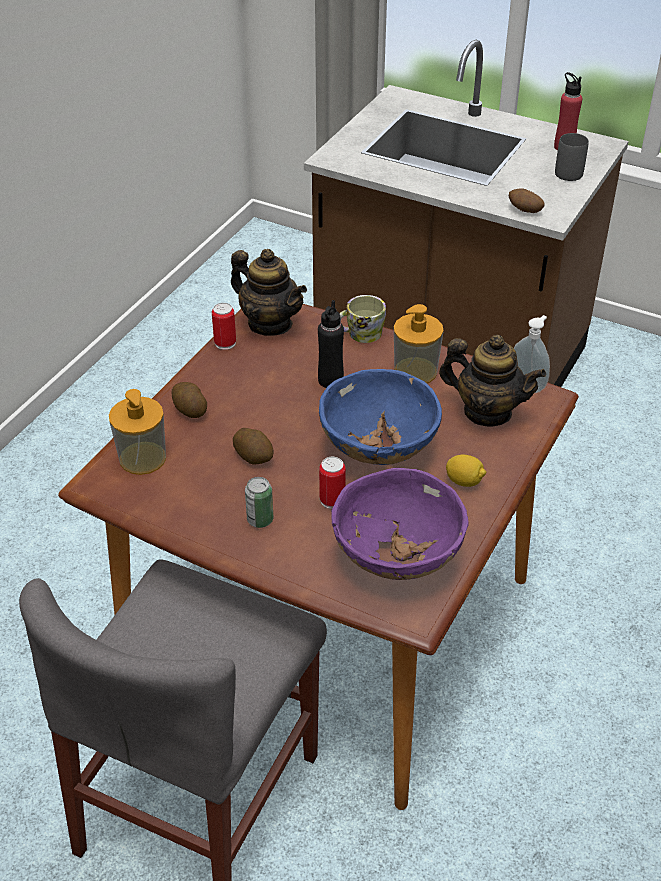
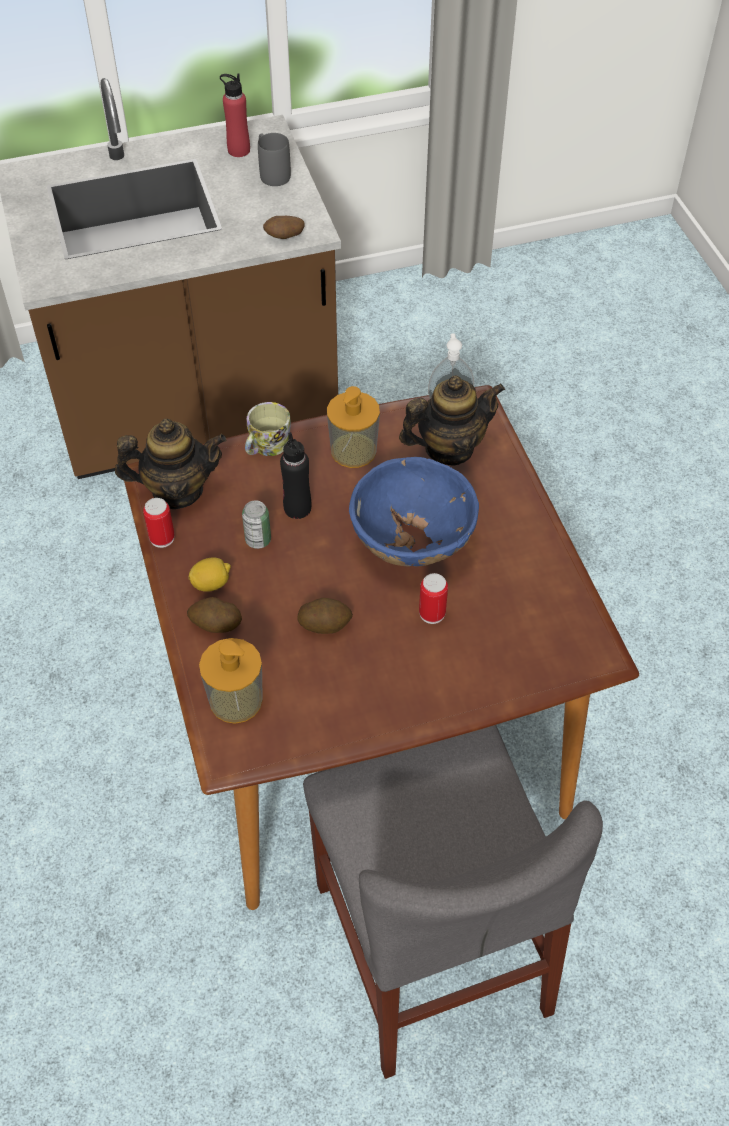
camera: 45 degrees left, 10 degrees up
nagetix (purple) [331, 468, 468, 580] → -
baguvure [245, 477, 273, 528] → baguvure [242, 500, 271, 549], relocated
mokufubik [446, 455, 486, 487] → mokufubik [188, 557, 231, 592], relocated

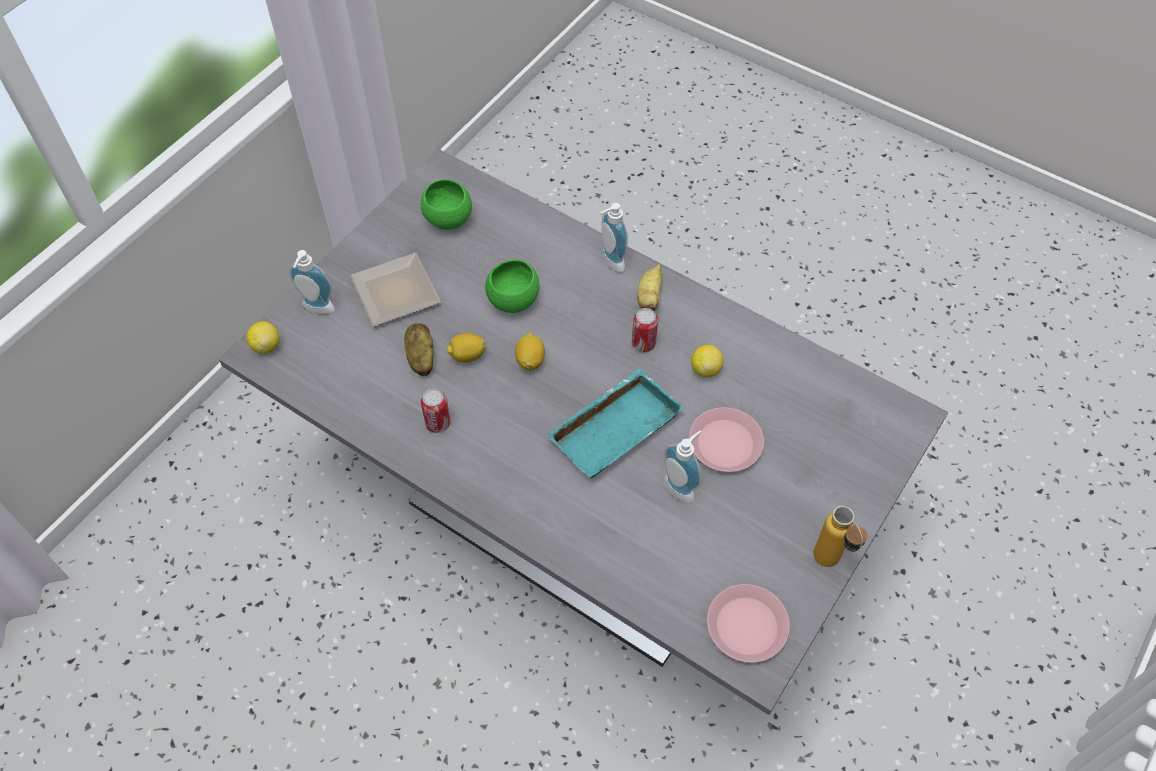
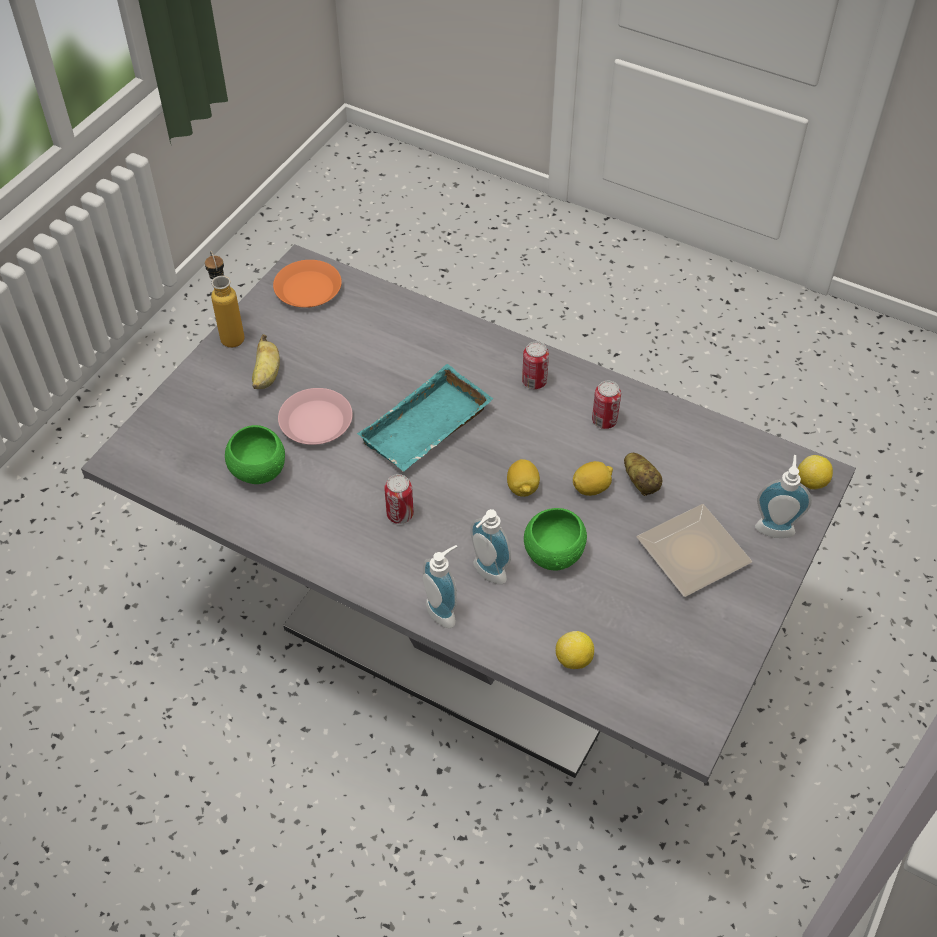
camera: 175 degrees right, 5 degrees down
- → baguvure [522, 342, 549, 389]
nagetix (green) [421, 179, 472, 230] → nagetix (green) [225, 425, 285, 484], relocated
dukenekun [637, 264, 662, 311] → dukenekun [252, 334, 280, 389], relocated
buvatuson [664, 431, 702, 503] → buvatuson [470, 509, 511, 584], relocated
mokufubik [691, 345, 724, 378] → mokufubik [556, 631, 594, 669], relocated
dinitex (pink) [707, 584, 790, 663] → dinitex (orange) [273, 260, 342, 308]

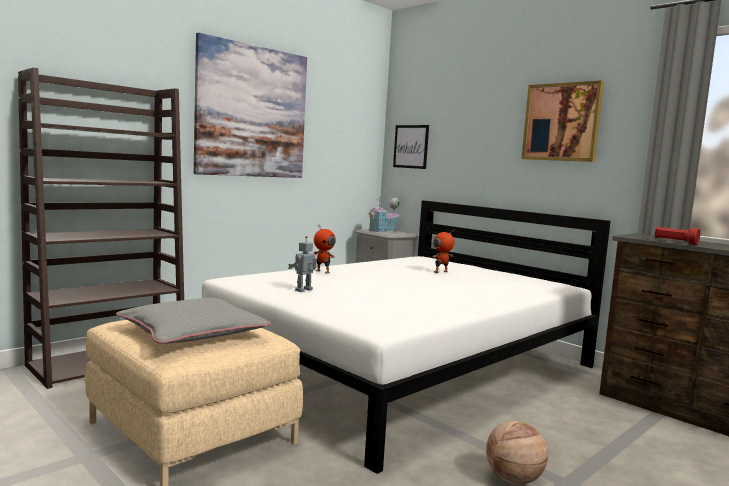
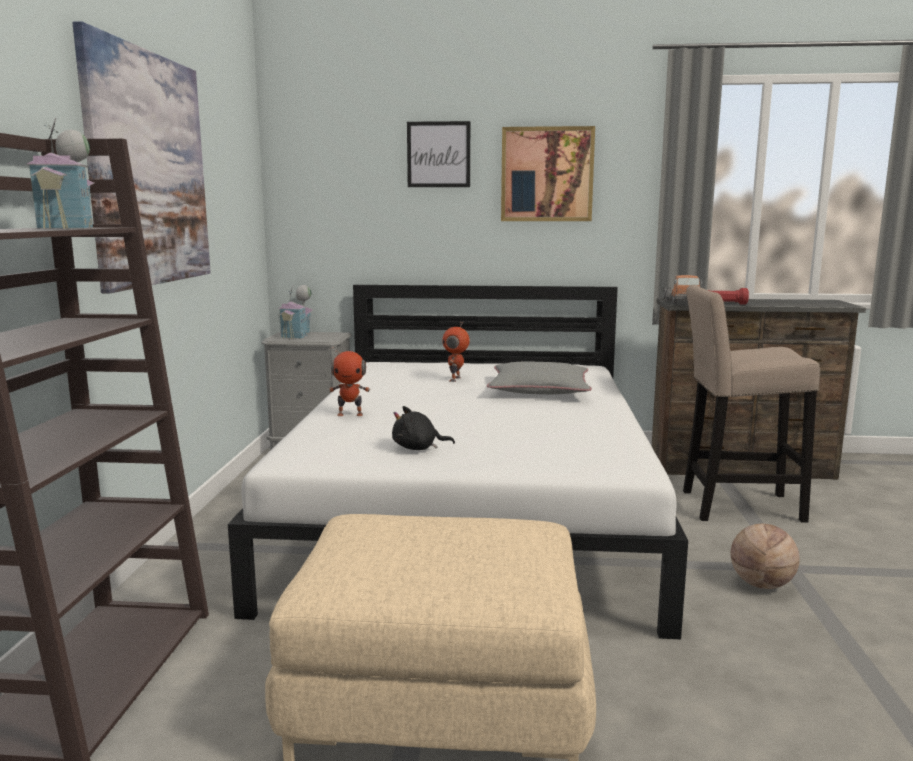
camera: 40 degrees left, 5 degrees up
- → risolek [26, 118, 94, 229]
- → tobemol [663, 275, 702, 304]
- → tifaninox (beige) [683, 285, 820, 522]
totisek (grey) [116, 298, 271, 344] → totisek (grey) [487, 361, 592, 394], relocated
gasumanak [393, 125, 429, 169] → gasumanak [407, 121, 470, 187], relocated
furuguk [288, 236, 317, 292] → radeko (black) [392, 406, 455, 450]

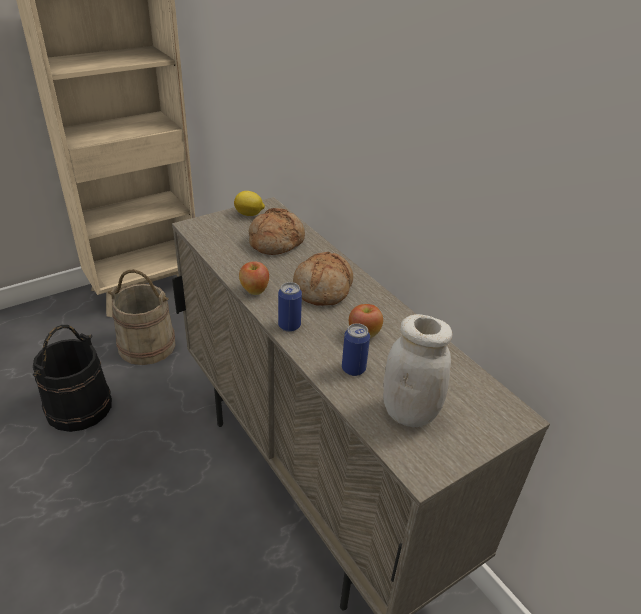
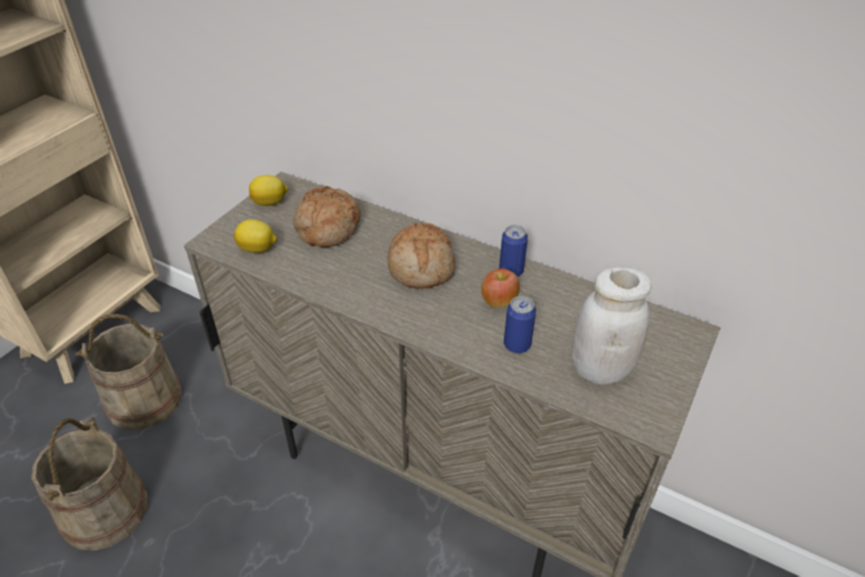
camera: 25 degrees left, 5 degrees up
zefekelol [239, 261, 269, 295] → -
- → mokufubik [234, 219, 277, 253]
baguvure [278, 282, 302, 332] → baguvure [499, 225, 528, 277], relocated
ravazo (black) [32, 325, 112, 432] → ravazo (beige) [31, 417, 148, 551]

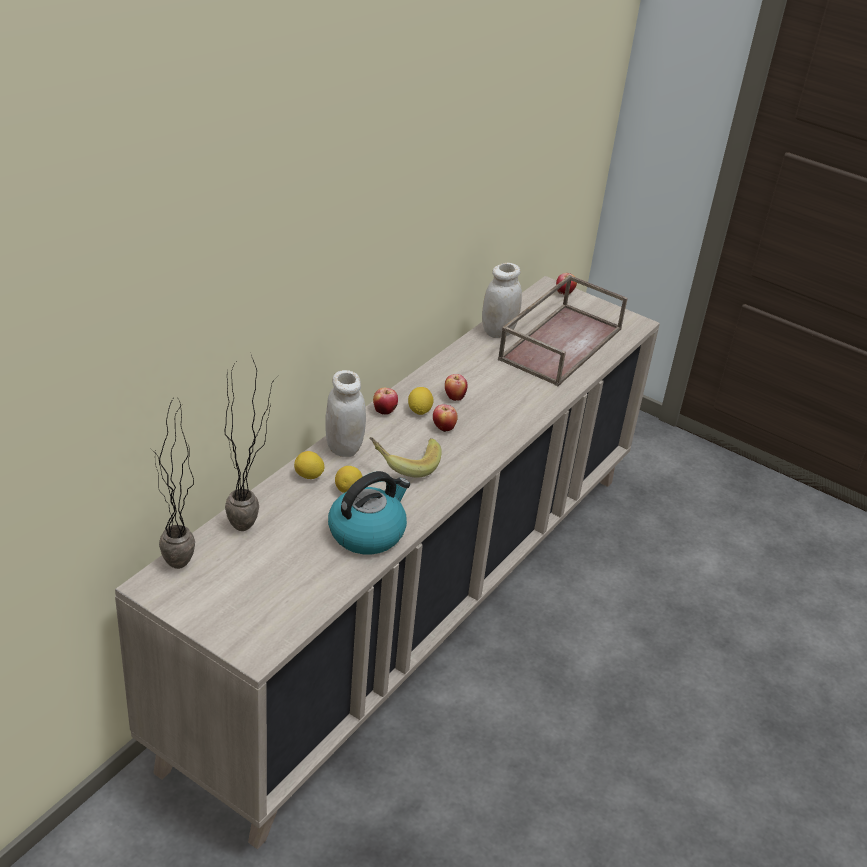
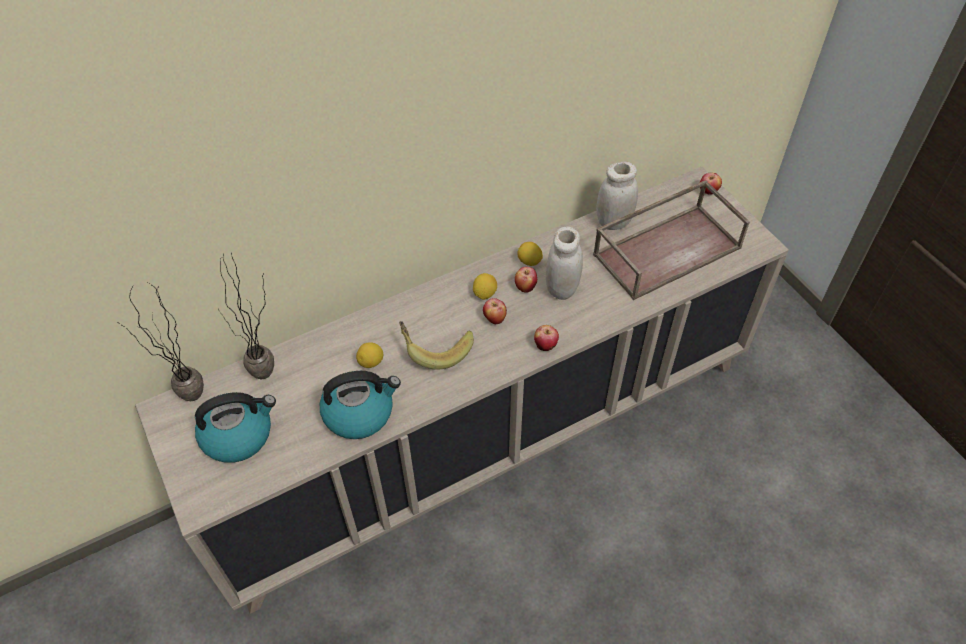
camera: 30 degrees right, 15 degrees up
- → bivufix [195, 392, 276, 463]
mokufubik [294, 451, 325, 479] → mokufubik [518, 242, 543, 266], relocated
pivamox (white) [325, 370, 366, 457] → pivamox (white) [546, 226, 583, 300], relocated
zefekelol [373, 388, 398, 415] → zefekelol [534, 325, 559, 351], relocated

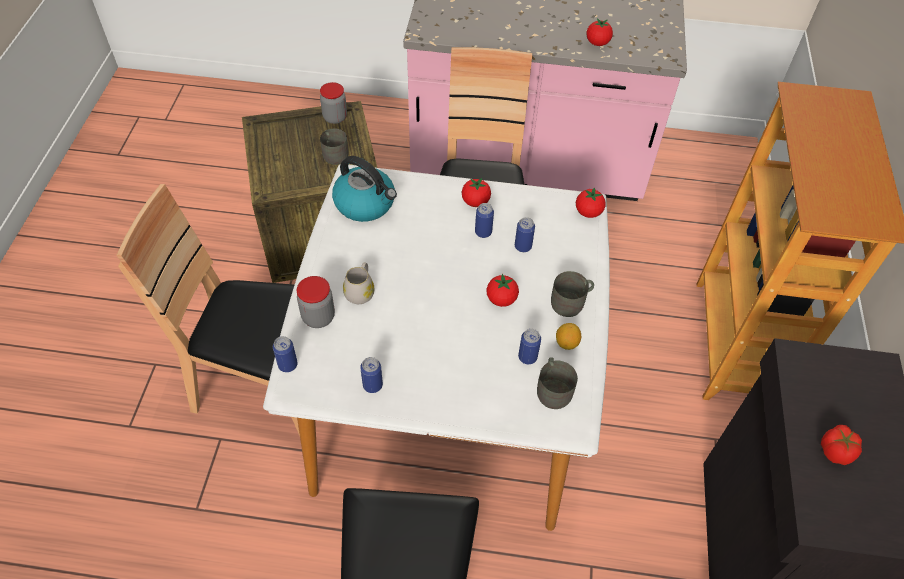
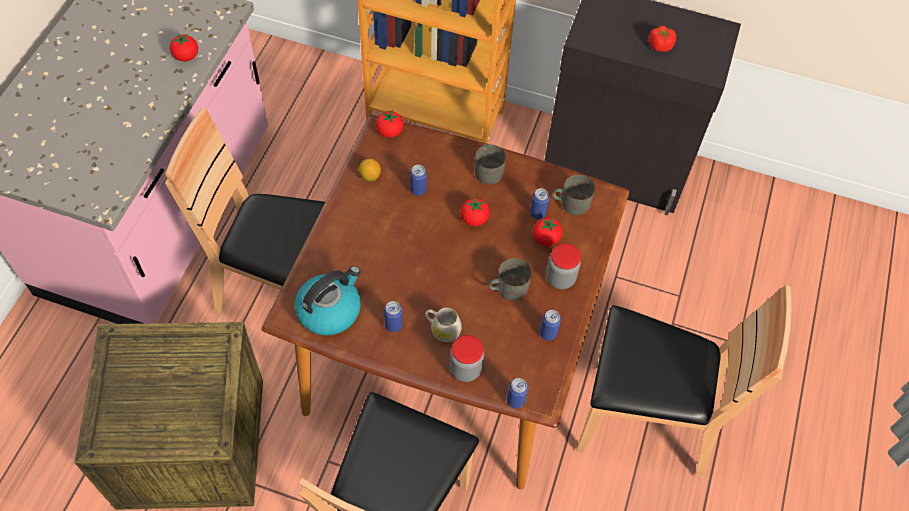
camera: 80 degrees left, 5 degrees up
pivamox [320, 82, 347, 124] → pivamox [546, 243, 581, 289], relocated
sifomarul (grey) [320, 129, 348, 165] → sifomarul (grey) [489, 258, 531, 300], relocated
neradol [462, 178, 491, 207] → neradol [533, 217, 562, 246], relocated
baguvure [475, 203, 494, 238] → baguvure [384, 301, 403, 332], relocated
mokufubik [556, 323, 581, 350] → mokufubik [359, 159, 381, 181], relocated
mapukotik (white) [263, 164, 610, 531] → mapukotik (brown) [262, 115, 629, 490]

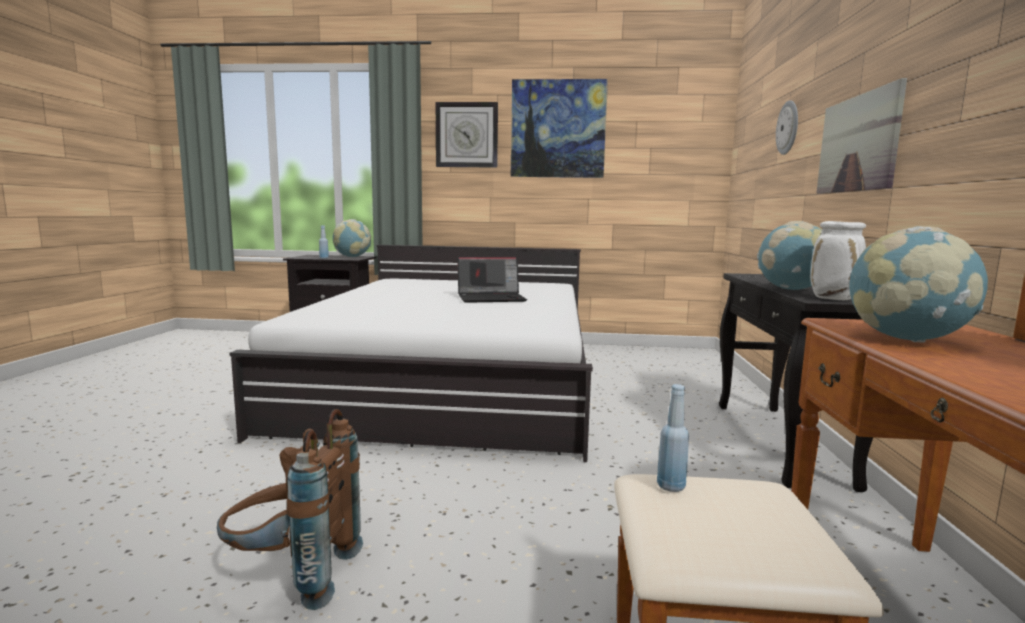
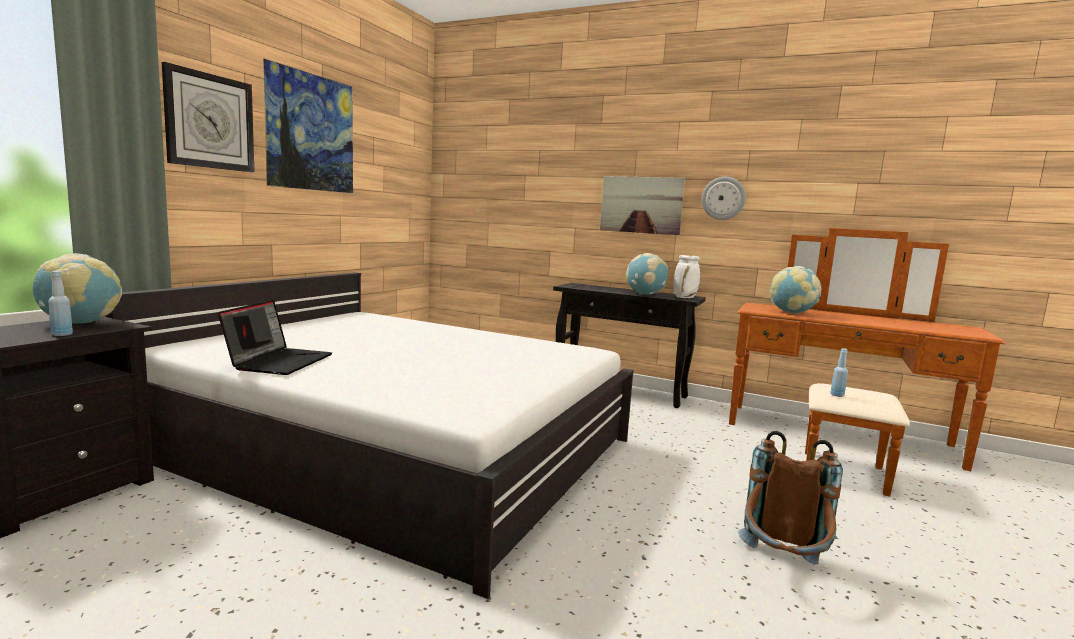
camera: 70 degrees left, 0 degrees up
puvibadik [457, 256, 527, 303] → puvibadik [218, 300, 332, 375], relocated
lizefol [776, 100, 798, 155] → lizefol [702, 177, 746, 220], relocated

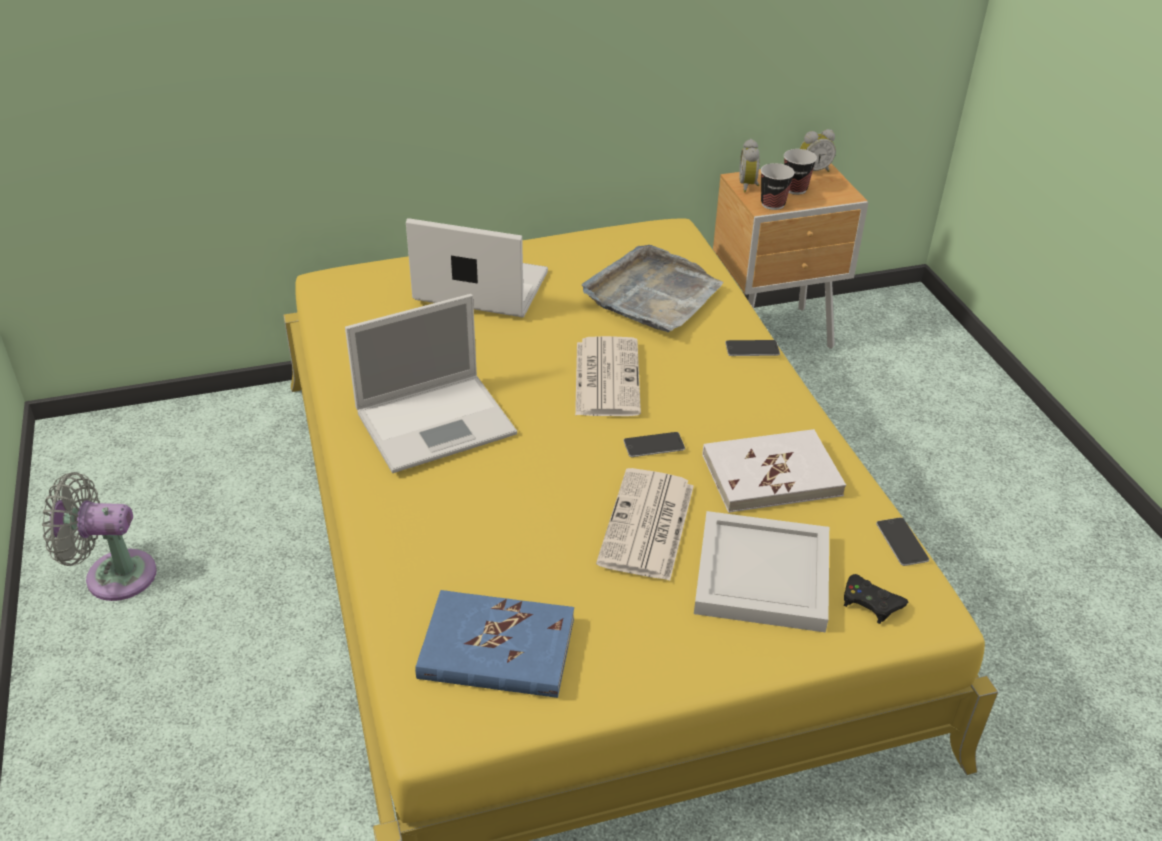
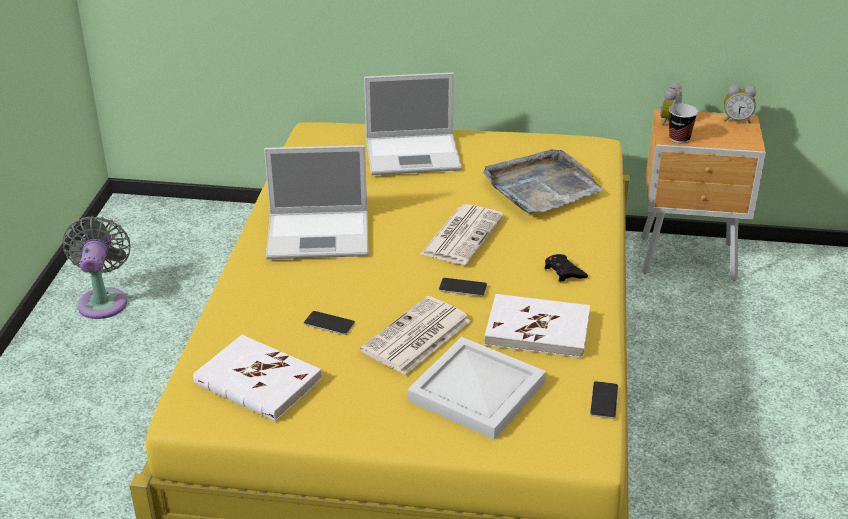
camera: 25 degrees right, 5 degrees down
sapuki [784, 149, 817, 195] → -
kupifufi [725, 340, 780, 356] → kupifufi [303, 311, 355, 335], relocated
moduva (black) [844, 574, 908, 624] → moduva (black) [544, 254, 588, 282], relocated
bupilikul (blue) [415, 590, 574, 698] → bupilikul (white) [193, 335, 322, 422]
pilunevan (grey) [42, 472, 157, 601] → pilunevan (grey) [63, 216, 131, 319], 60 degrees clockwise
puvibadik [406, 218, 548, 317] → puvibadik [364, 72, 462, 175], 135 degrees clockwise

